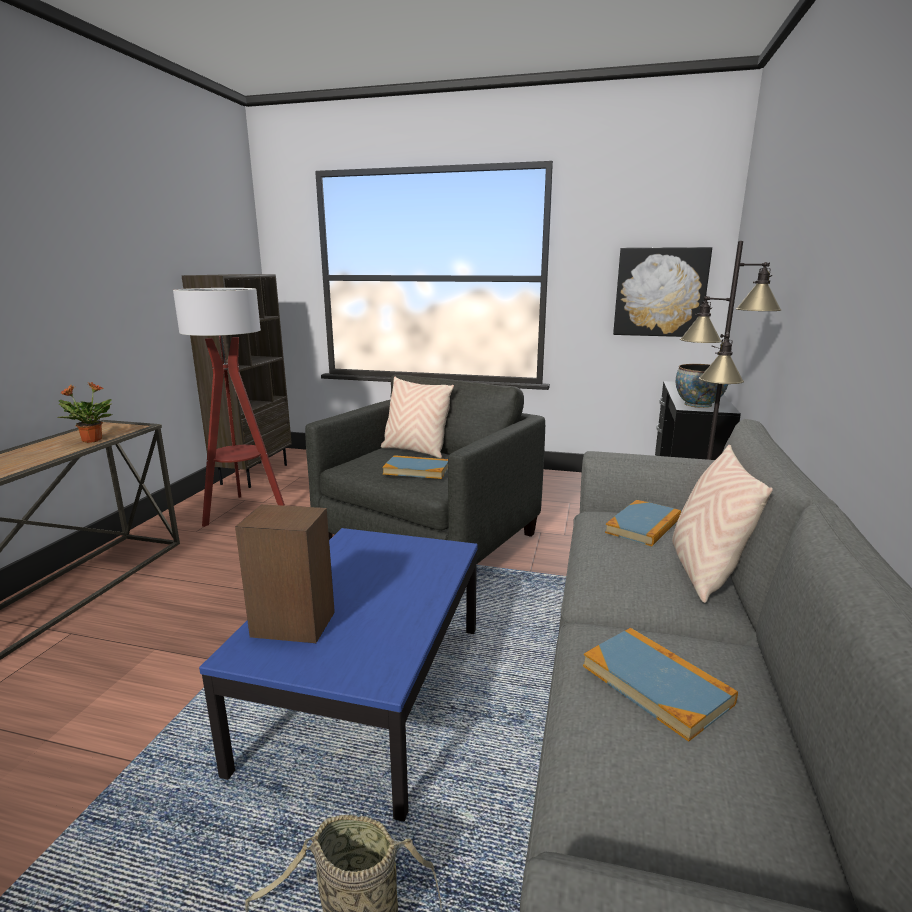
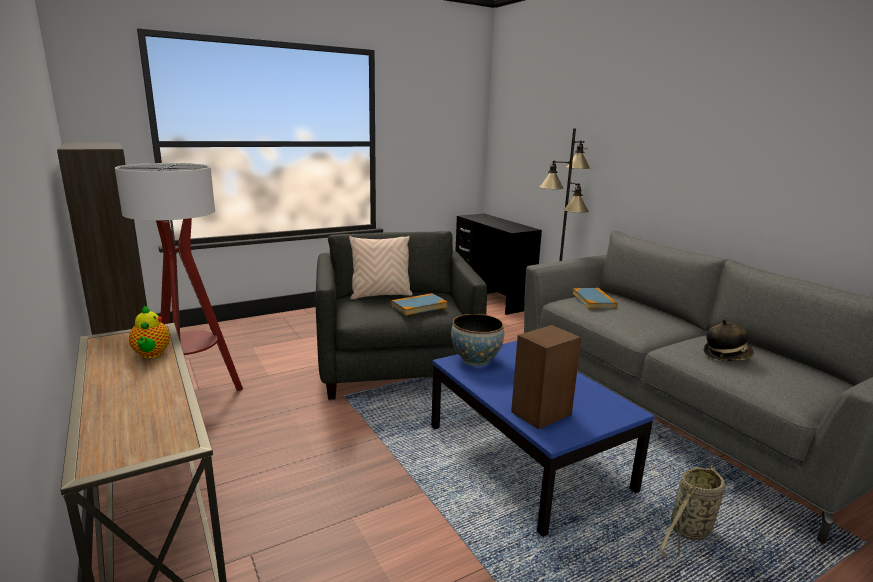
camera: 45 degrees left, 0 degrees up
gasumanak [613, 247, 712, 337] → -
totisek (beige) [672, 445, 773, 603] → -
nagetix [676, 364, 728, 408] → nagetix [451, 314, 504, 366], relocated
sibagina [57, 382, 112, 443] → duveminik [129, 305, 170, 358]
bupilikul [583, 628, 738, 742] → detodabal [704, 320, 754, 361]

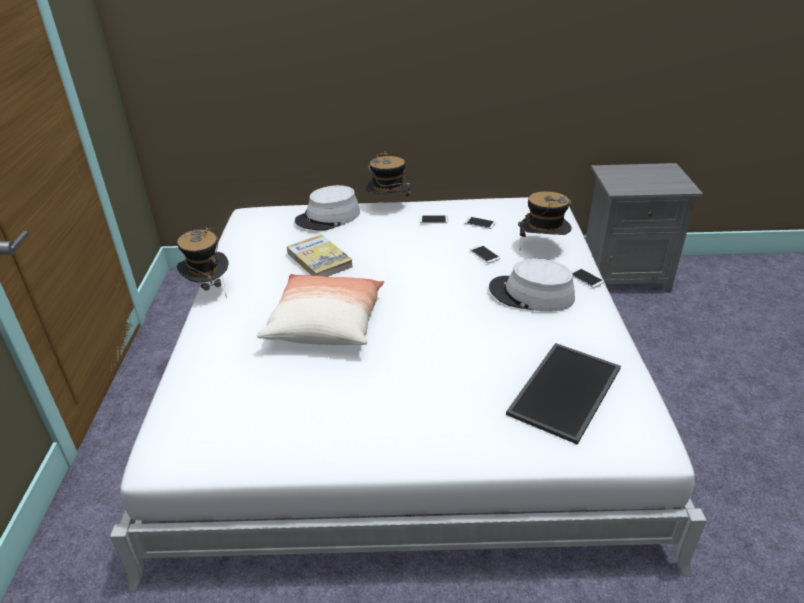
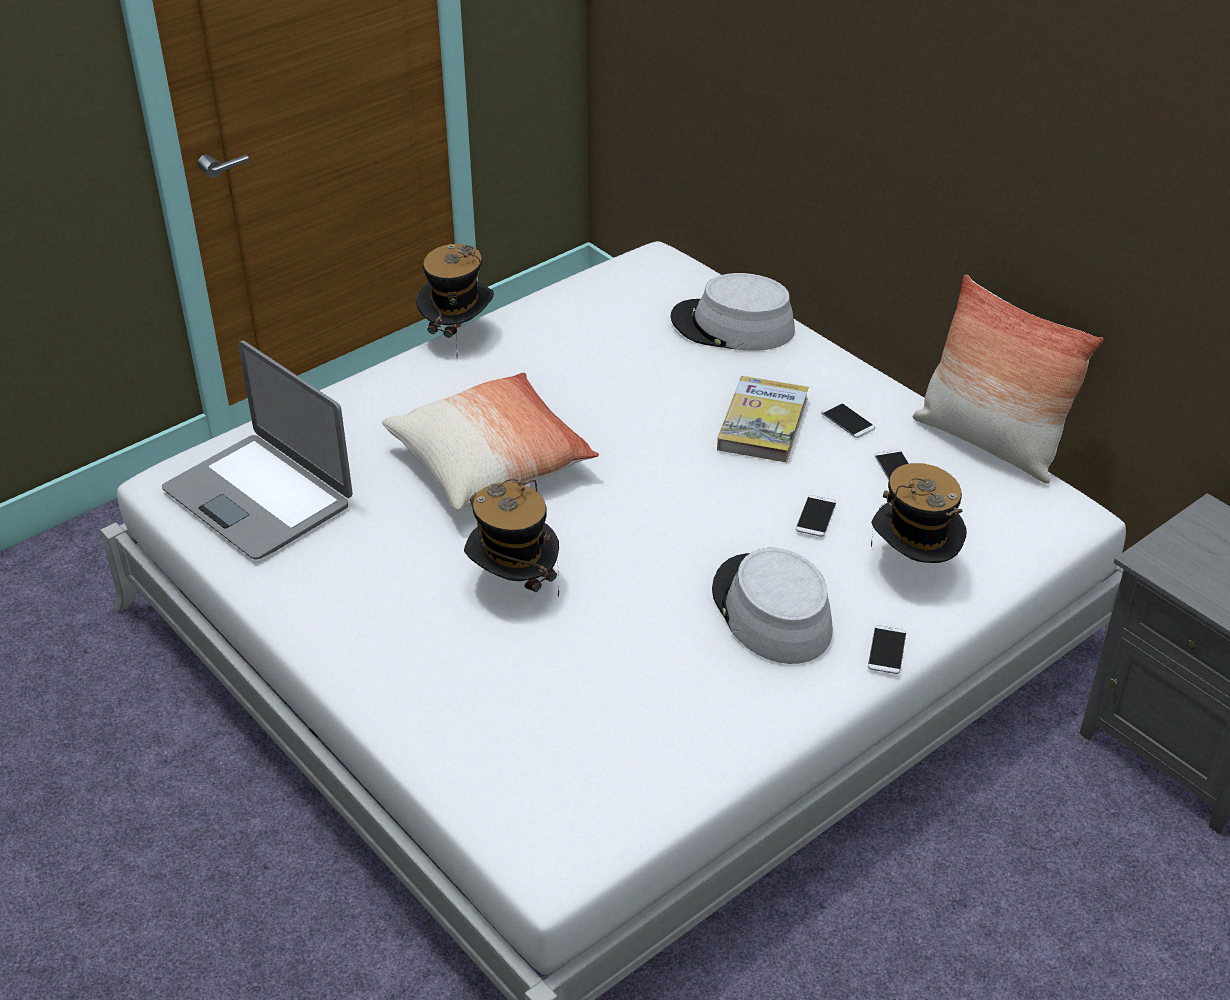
camera: 50 degrees right, 5 degrees up
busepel [506, 343, 621, 445] → -
- → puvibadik [162, 340, 353, 560]
- → totisek [913, 275, 1104, 483]
bupilikul [287, 234, 353, 277] → bupilikul [717, 376, 809, 462], relocated
detodabal [366, 151, 412, 202] → detodabal [464, 479, 559, 597], relocated

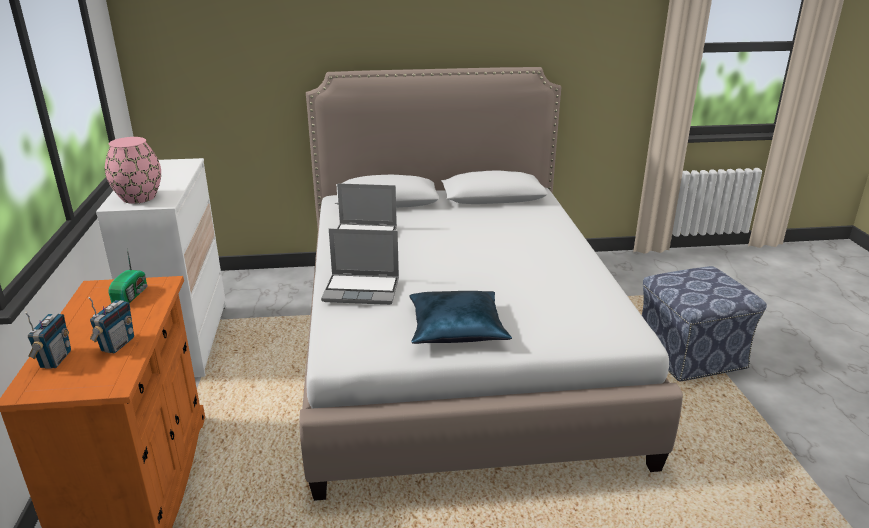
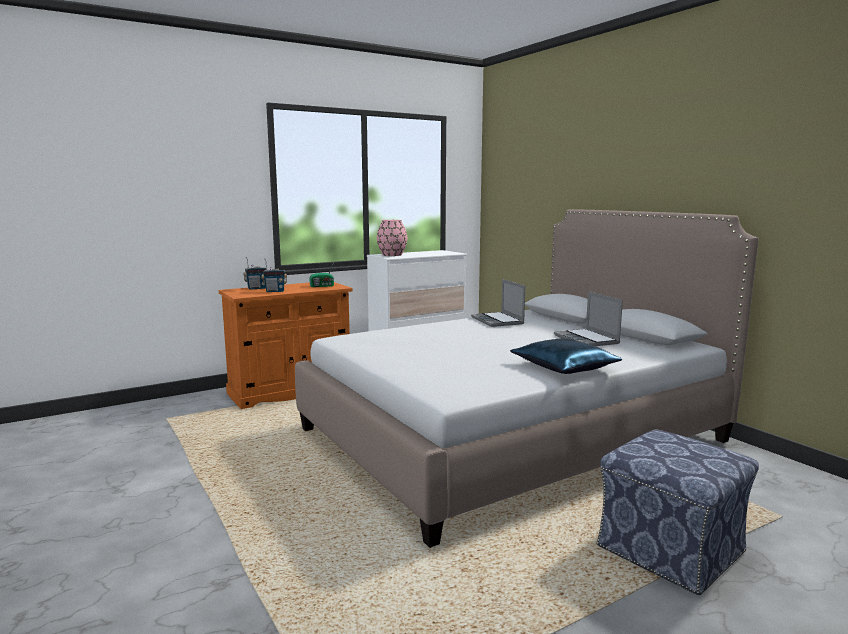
camera: 65 degrees right, 15 degrees down
puvibadik [321, 228, 399, 305] → puvibadik [554, 291, 623, 346], relocated
totisek (blue) [410, 291, 512, 344] → totisek (blue) [510, 338, 622, 374], relocated

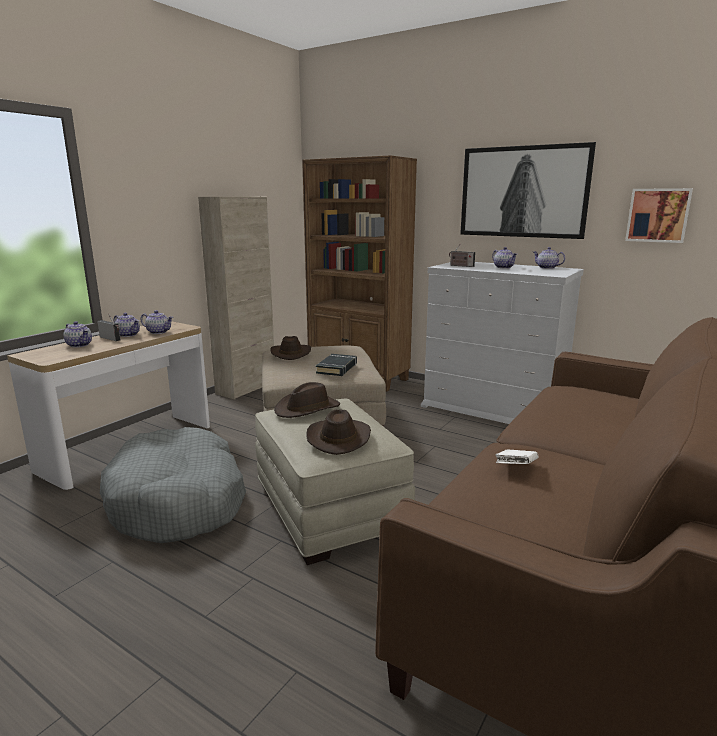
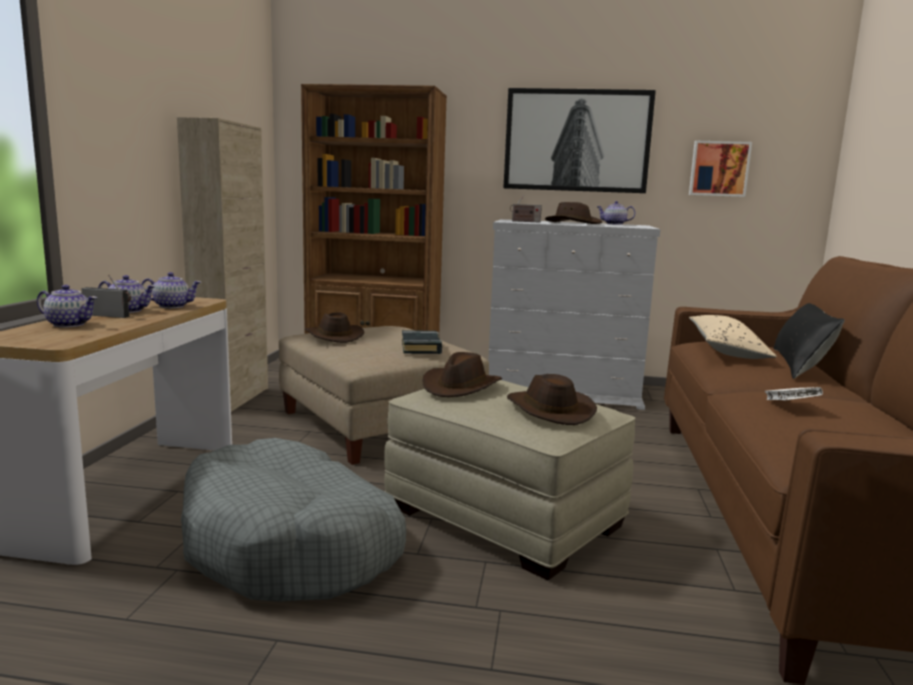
camera: 25 degrees left, 5 degrees down
- → totisek (beige) [689, 315, 777, 359]
- → totisek (black) [773, 303, 845, 379]
duveminik [492, 247, 517, 268] → detodabal (brown) [545, 202, 602, 224]

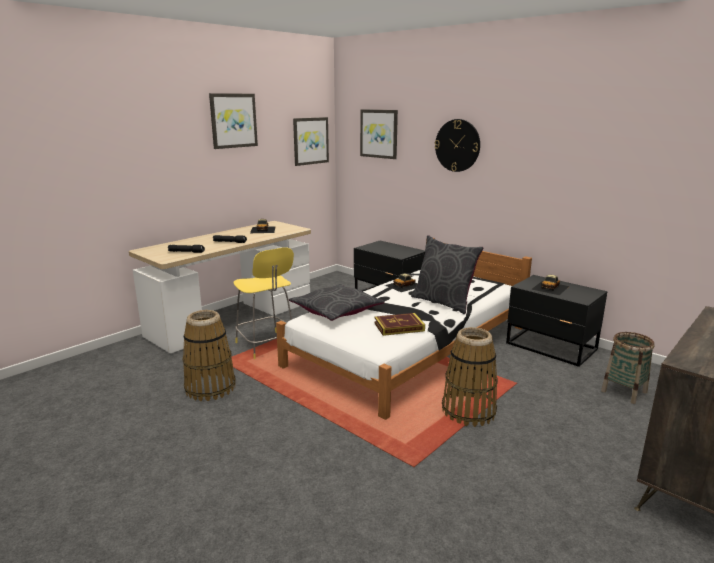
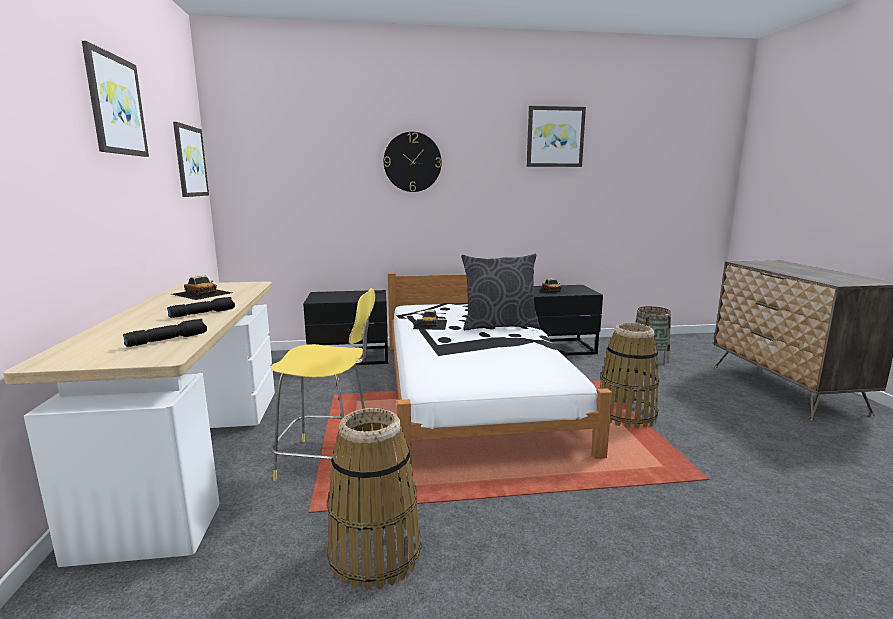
camera: 50 degrees left, 5 degrees down
totisek (grey) [289, 284, 385, 321] → -
bupilikul [374, 313, 425, 336] → -
gasumanak [360, 109, 398, 159] → gasumanak [527, 106, 586, 167], relocated

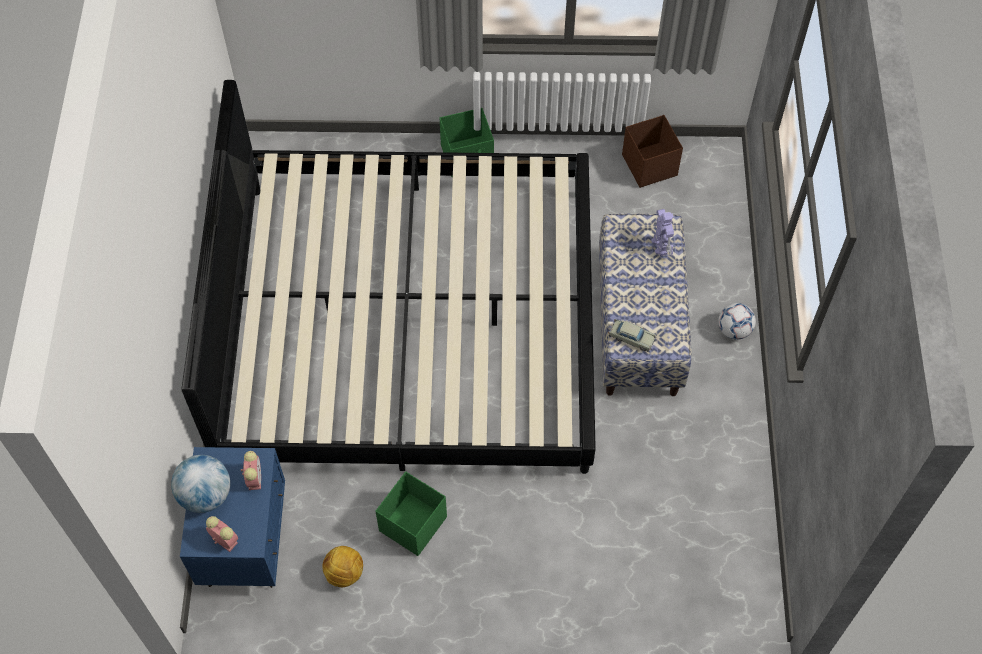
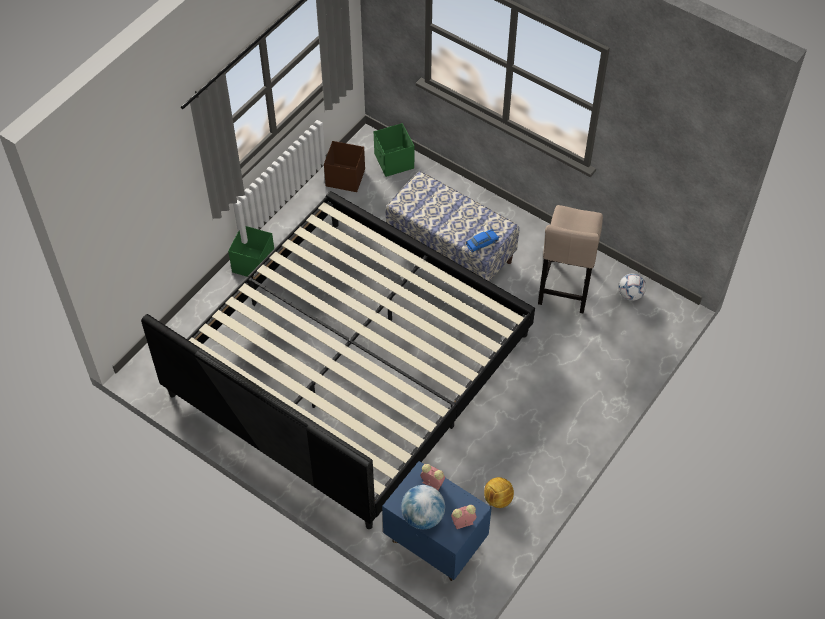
camera: 55 degrees left, 5 degrees down
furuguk [651, 209, 674, 257] → -
- → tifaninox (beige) [538, 205, 603, 313]
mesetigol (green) [375, 472, 447, 556] → mesetigol (green) [374, 123, 414, 177], relocated
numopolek [718, 303, 756, 340] → numopolek [619, 274, 646, 301], relocated
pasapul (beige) [609, 319, 656, 352] → pasapul (blue) [466, 229, 499, 253]

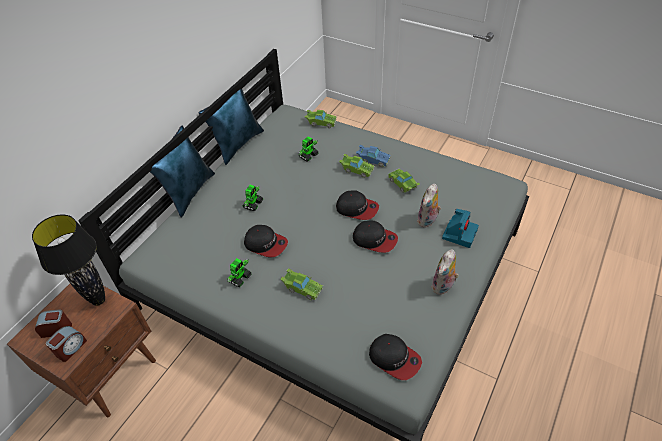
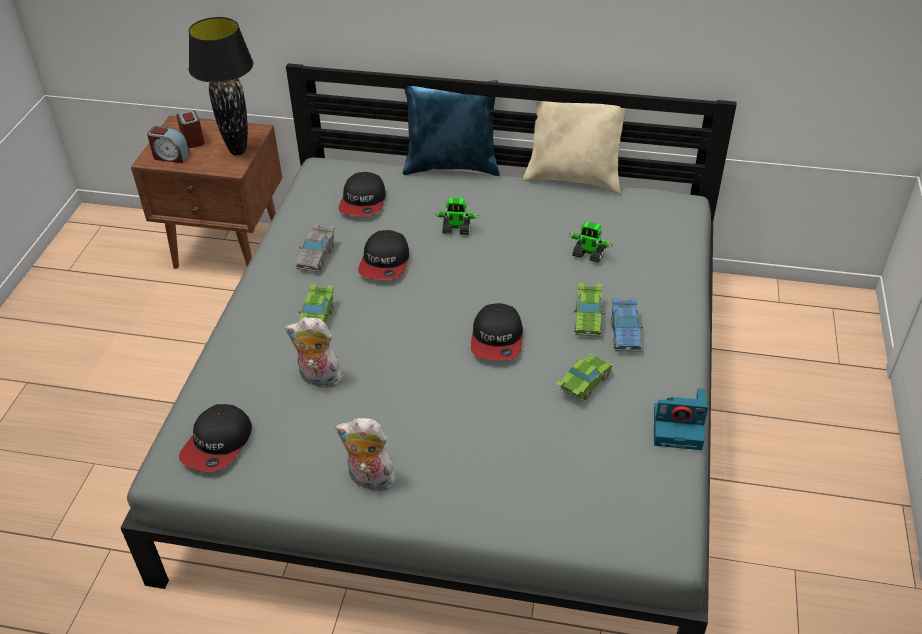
camera: 70 degrees right, 5 degrees down
pasapul (green) [305, 110, 337, 128] → -
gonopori [353, 220, 398, 253] → gonopori [339, 172, 386, 216], relocated
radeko [417, 184, 441, 228] → radeko [285, 317, 342, 388], relocated
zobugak [442, 209, 479, 248] → zobugak [654, 389, 708, 450], relocated
furuguk [227, 258, 252, 287] → pasapul (grey) [295, 224, 335, 273]
totisek (blue) [199, 89, 264, 165] → totisek (beige) [523, 85, 628, 194]

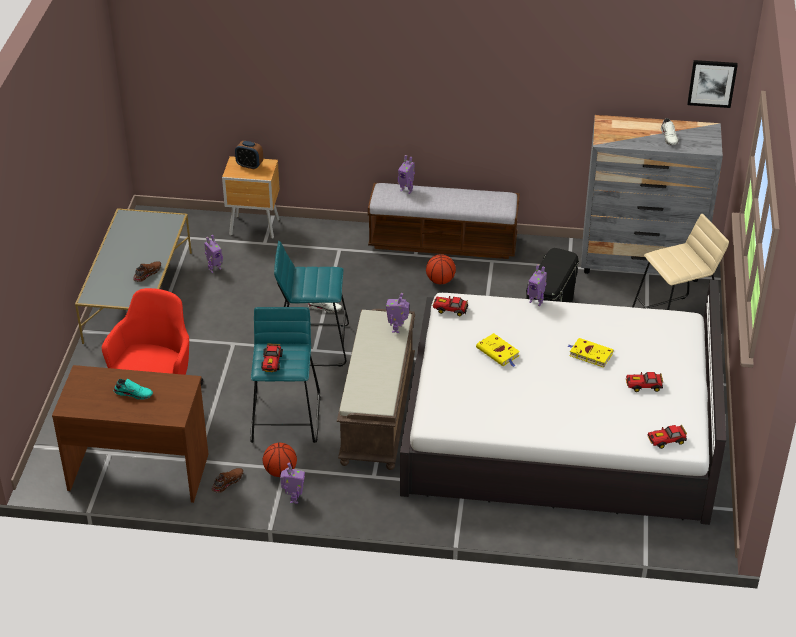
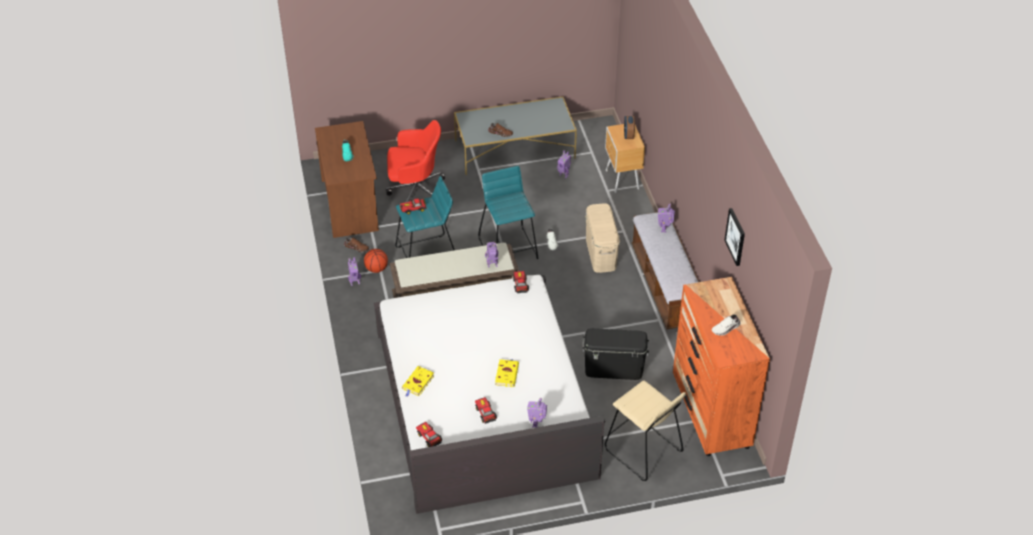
camera: 70 degrees right, 5 degrees up
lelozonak [426, 254, 456, 284] → -
- → mesetigol (beige) [585, 203, 620, 273]
bupilikul (yellow) [476, 333, 520, 367] → bupilikul (yellow) [402, 366, 434, 397], relocated
furuguk [527, 264, 547, 306] → furuguk [527, 398, 547, 428], relocated
gasumanak [687, 60, 738, 108] → gasumanak [725, 208, 745, 266], relocated
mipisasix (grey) [581, 115, 723, 282] → mipisasix (orange) [673, 277, 770, 456]

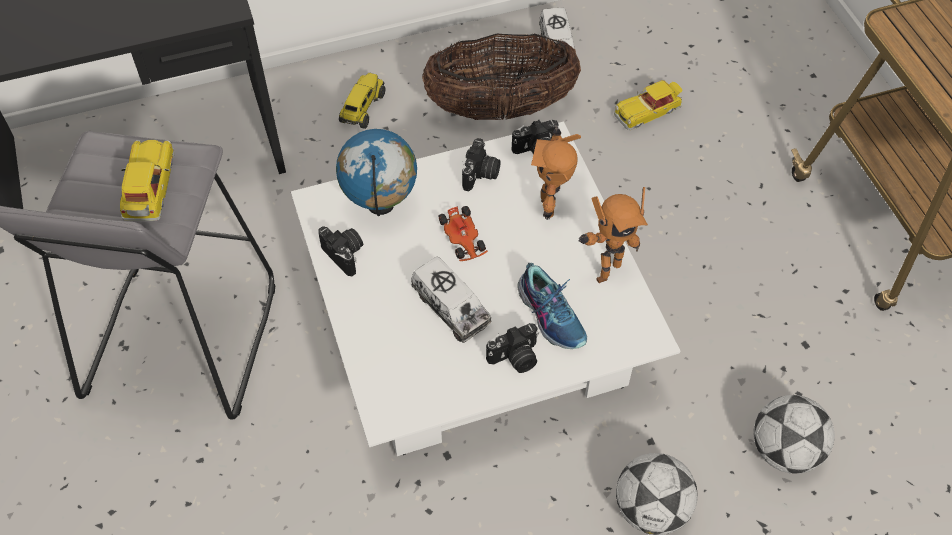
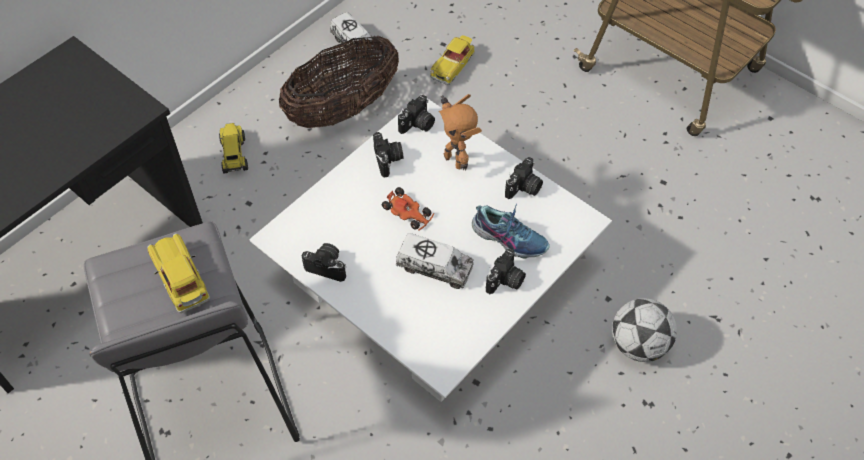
camera: 30 degrees left, 0 degrees up
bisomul [336, 129, 417, 216] → -
numopolek [753, 395, 835, 474] → -
furuguk [579, 187, 648, 283] → zobugak [505, 157, 543, 199]

